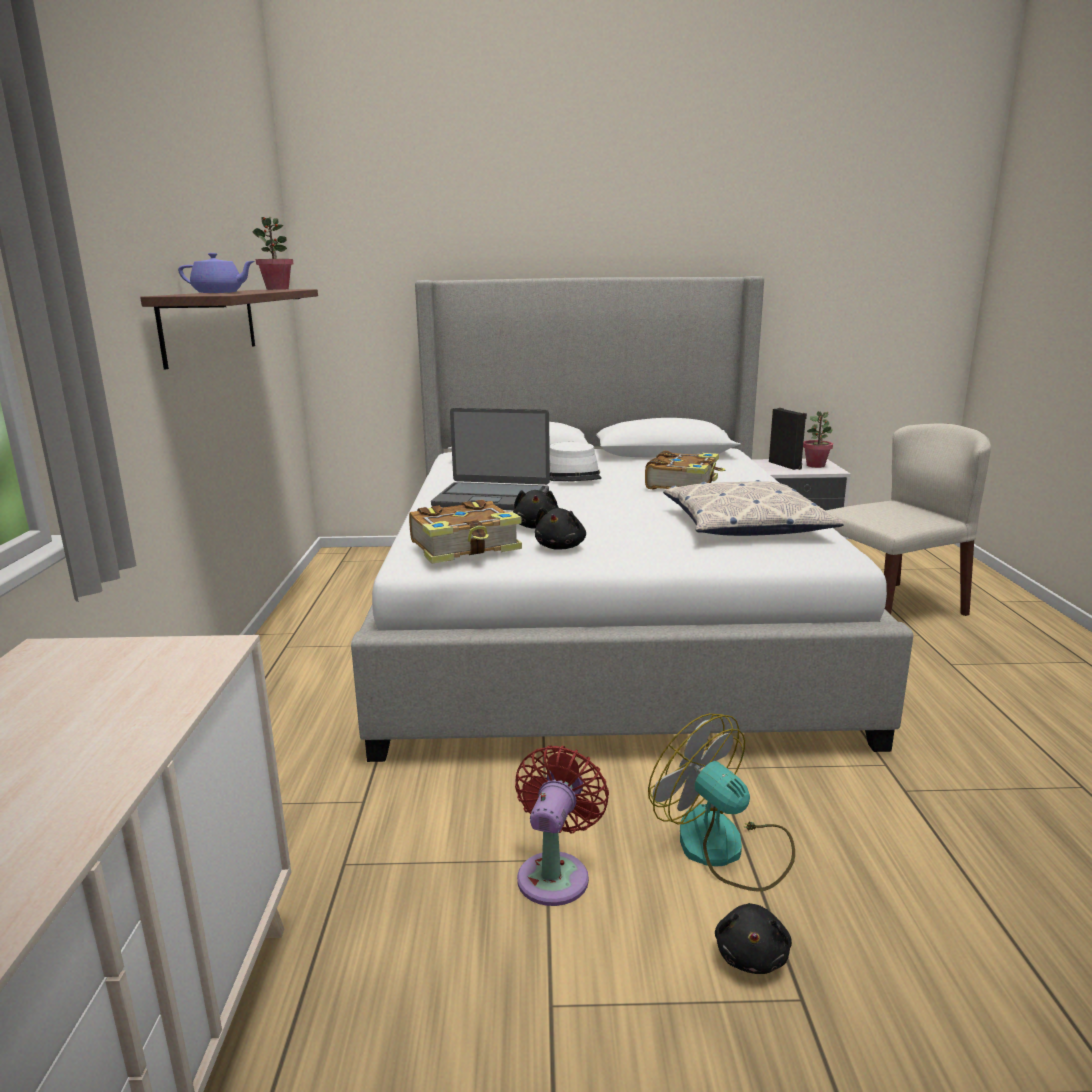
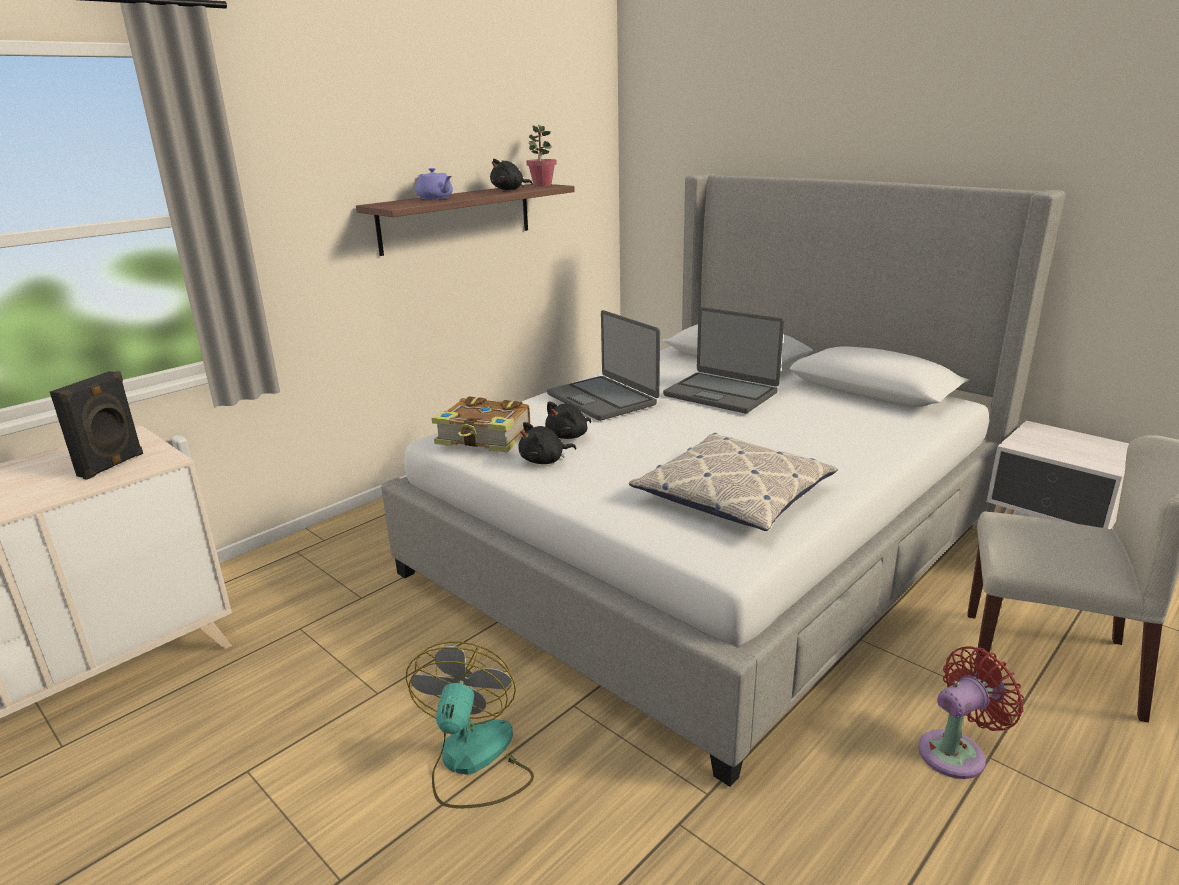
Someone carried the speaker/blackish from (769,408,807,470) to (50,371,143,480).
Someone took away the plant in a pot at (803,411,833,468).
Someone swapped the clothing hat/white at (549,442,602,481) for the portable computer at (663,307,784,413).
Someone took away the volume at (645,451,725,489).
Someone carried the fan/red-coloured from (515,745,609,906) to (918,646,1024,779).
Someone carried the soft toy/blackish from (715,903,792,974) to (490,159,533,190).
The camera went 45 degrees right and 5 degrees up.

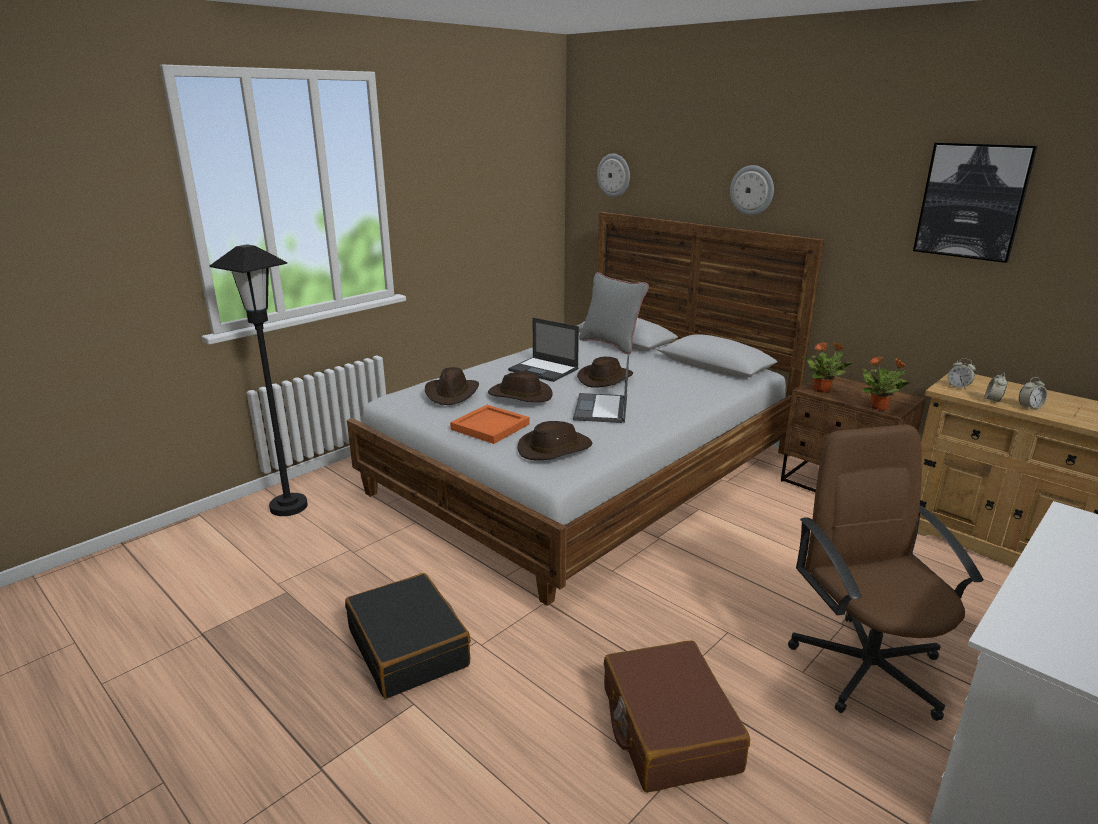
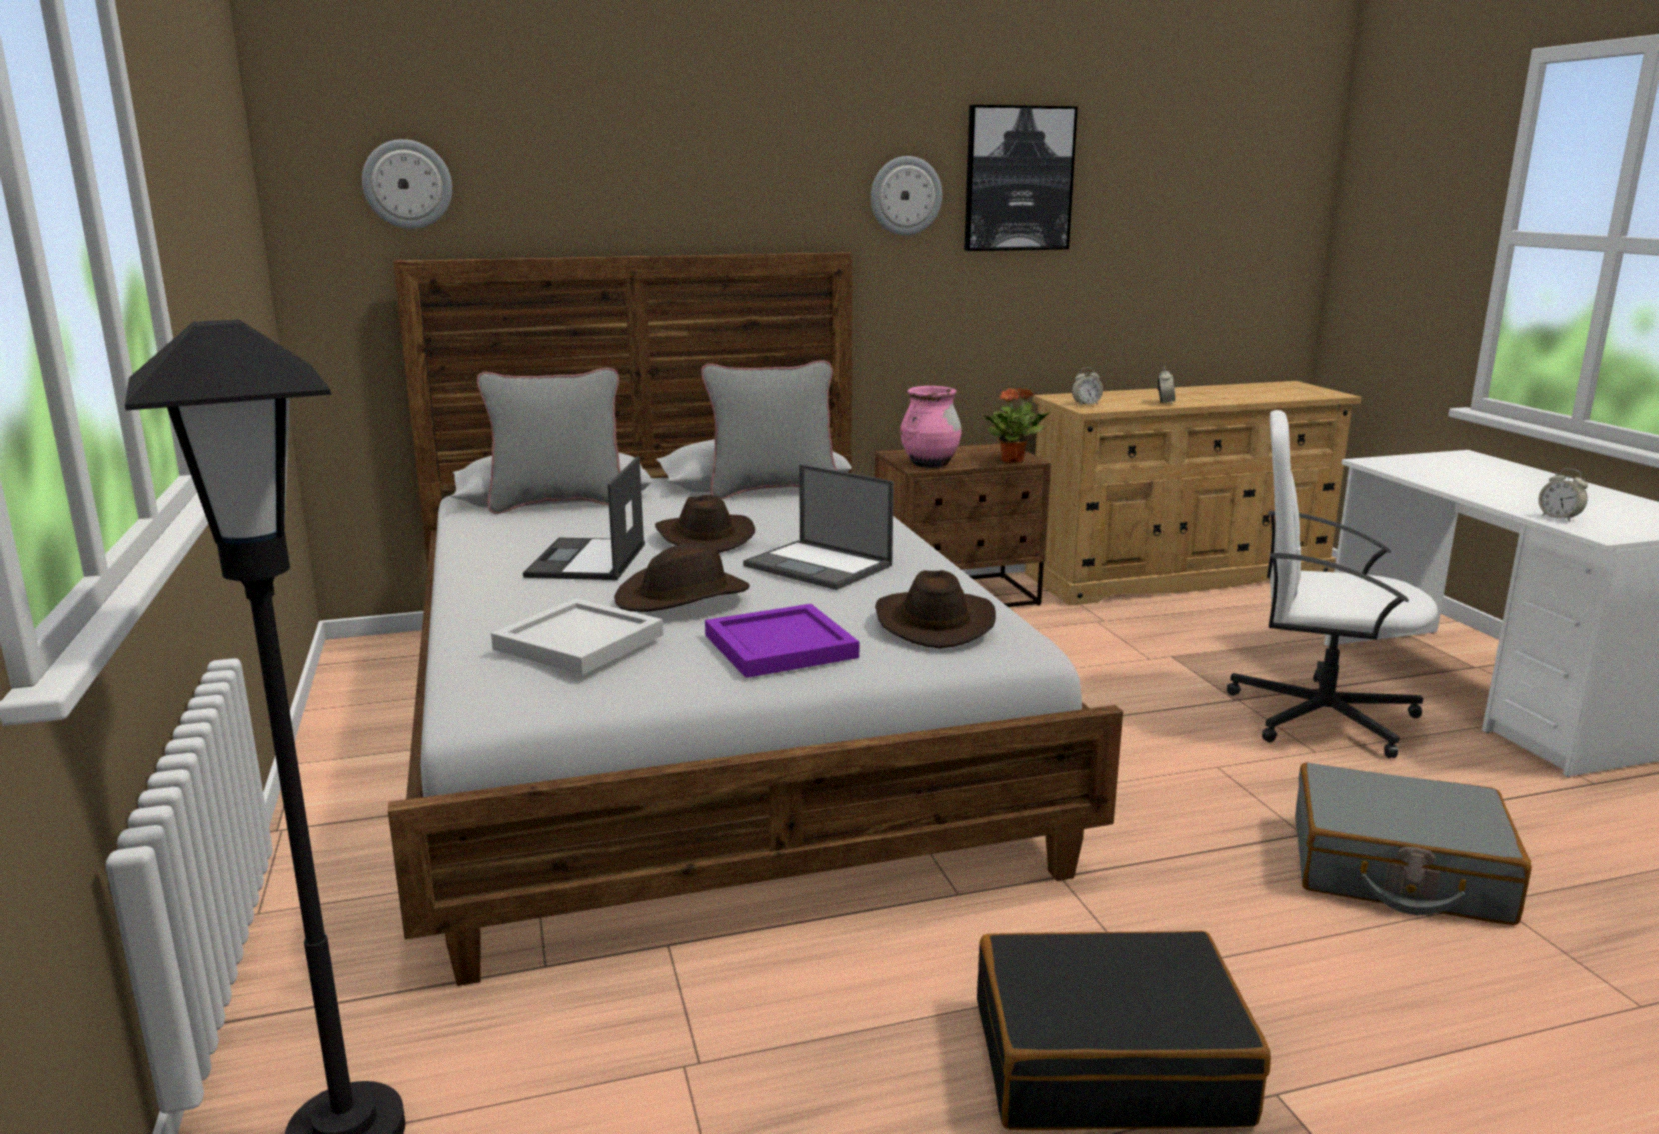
Someone carried the clock on the wall from (730,165,774,215) to (871,156,942,236).
Someone rotated the portable computer at (508,318,579,382) by 120 degrees clockwise.
Someone swapped the plant in a pot at (802,342,854,393) for the decorative vase/pinkish at (900,386,962,468).
Someone swapped the clothing hat/brown at (425,367,479,405) for the carrying tray/white at (491,598,663,675).
Someone carried the table clock from (985,372,1007,403) to (1538,468,1588,522).
Someone repainted the carrying tray/orange-coloured at (450,405,529,444), which became the carrying tray/purple at (705,604,859,678).
Someone repainted the computer chair/brown at (788,424,983,721), which became the computer chair/white at (1227,410,1438,758).
Someone repainted the piece of luggage/brown at (604,640,750,793), which became the piece of luggage/grey at (1295,762,1532,925).
Someone put down the pillow/grey at (701,360,837,499).
The camera went 60 degrees left and 5 degrees down.

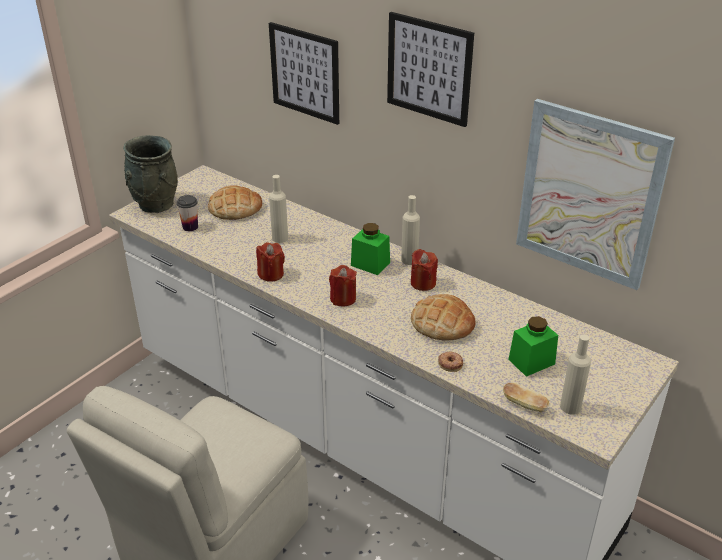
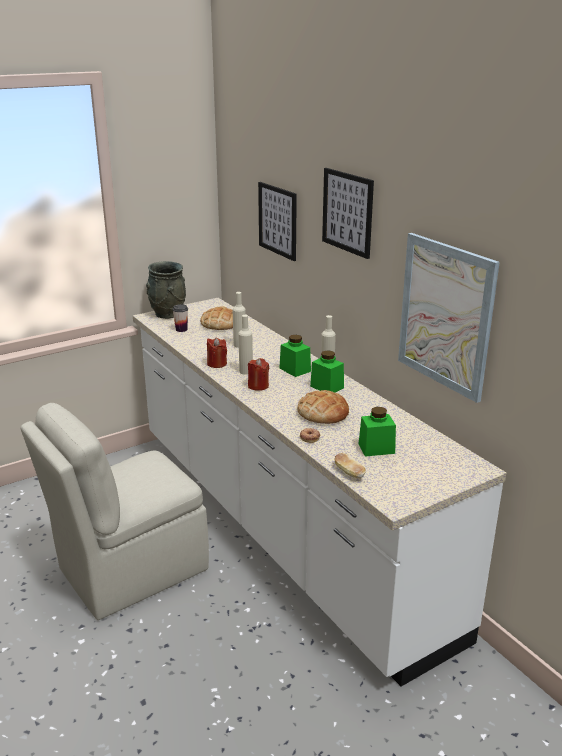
Someone swapped the candle/red-coloured at (411,249,438,291) for the preserve jar/green at (310,350,344,393).
Someone carried the bottle/beige-coloured from (560,334,591,415) to (238,315,253,375).
The camera went 20 degrees right and 10 degrees down.

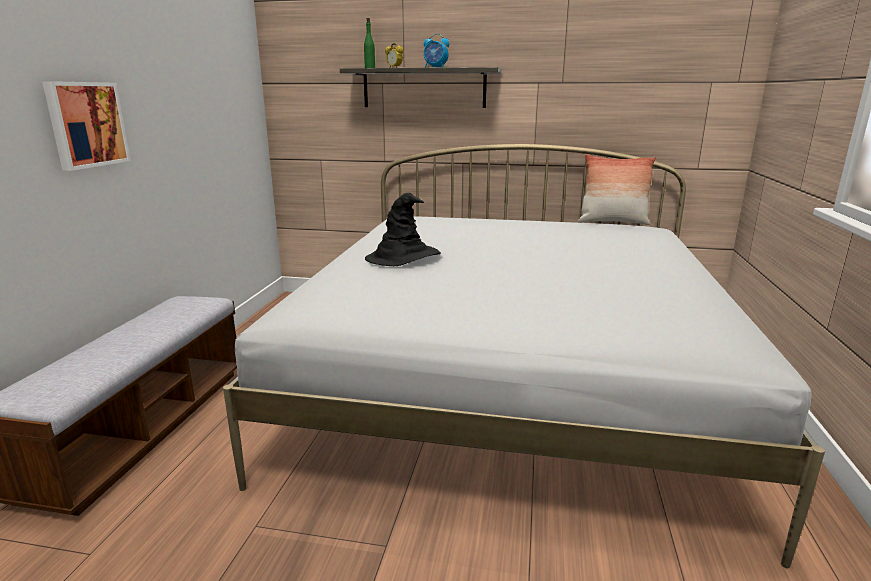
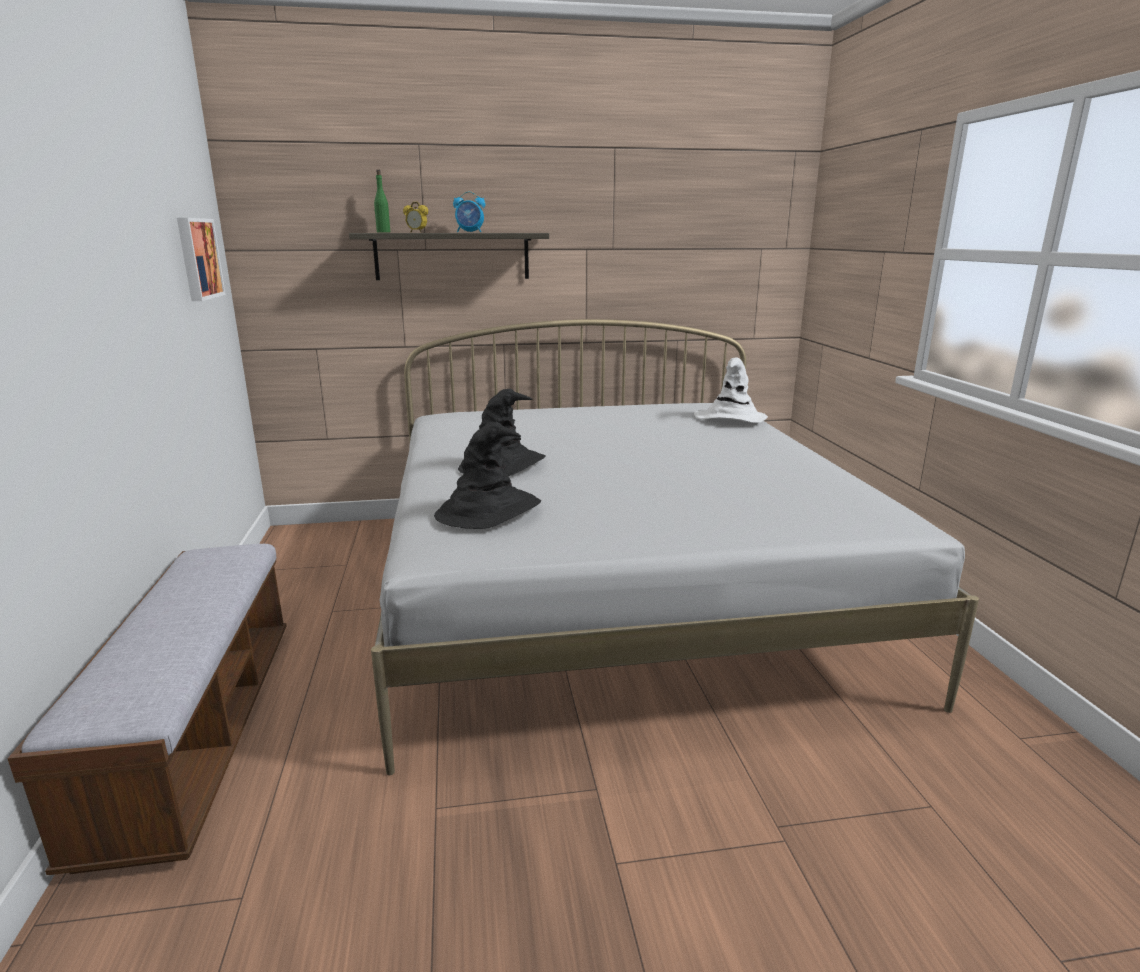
Someone carried the wall picture from (42,81,131,171) to (177,218,226,301).
Someone took away the pillow at (578,154,656,225).
Someone put down the clothing hat/white at (694,357,768,423).
Someone put down the clothing hat/blackish at (434,422,541,529).
The camera went 20 degrees left and 0 degrees up.

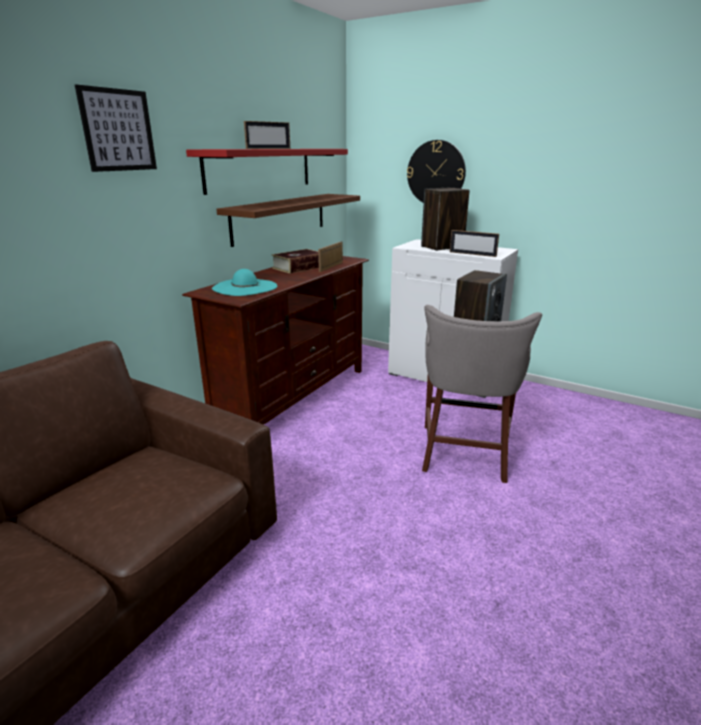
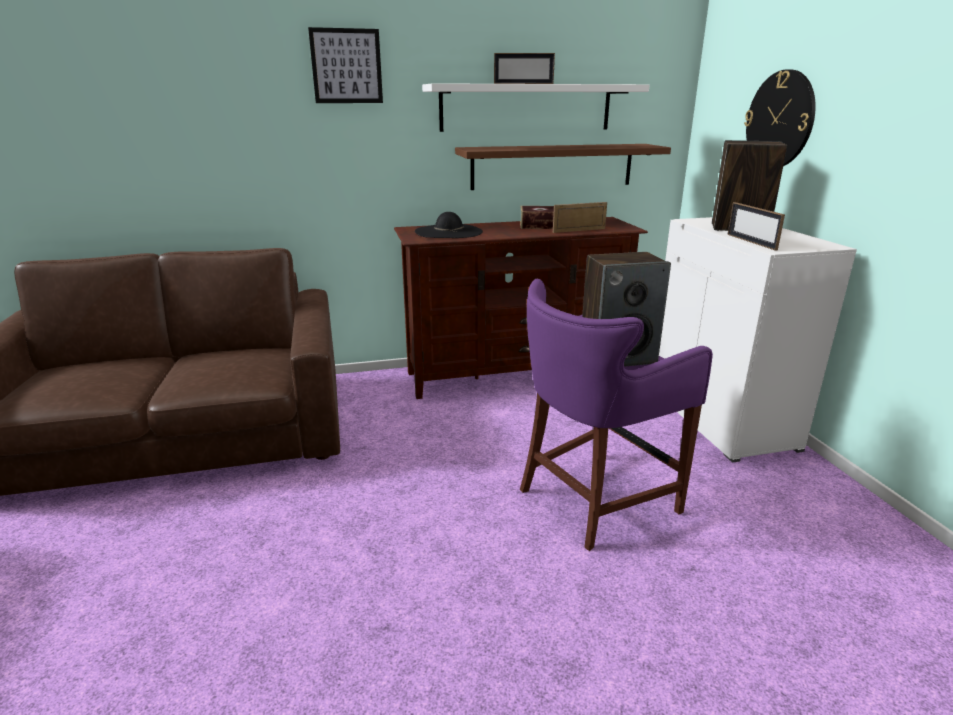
Someone repainted the wall shelf/red-coloured at (186,149,348,195), which became the wall shelf/white at (422,83,649,132).
Someone repainted the clothing hat/turquoise at (212,269,277,296), which became the clothing hat/blackish at (415,212,483,238).
Someone repainted the sitting stool/grey at (422,305,542,483), which became the sitting stool/purple at (520,279,713,551).
The camera went 45 degrees right and 0 degrees up.

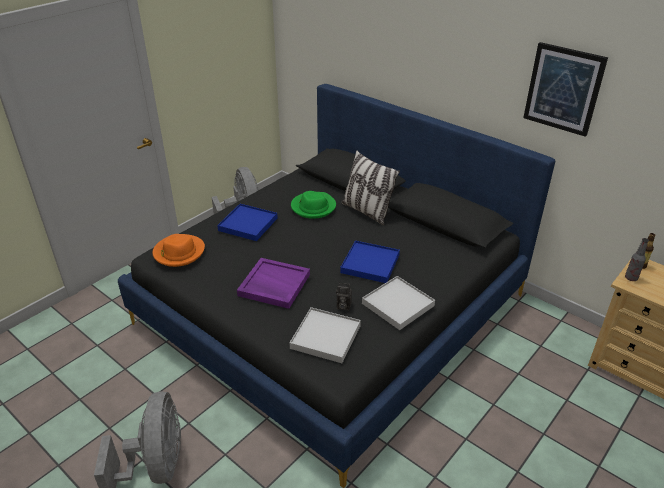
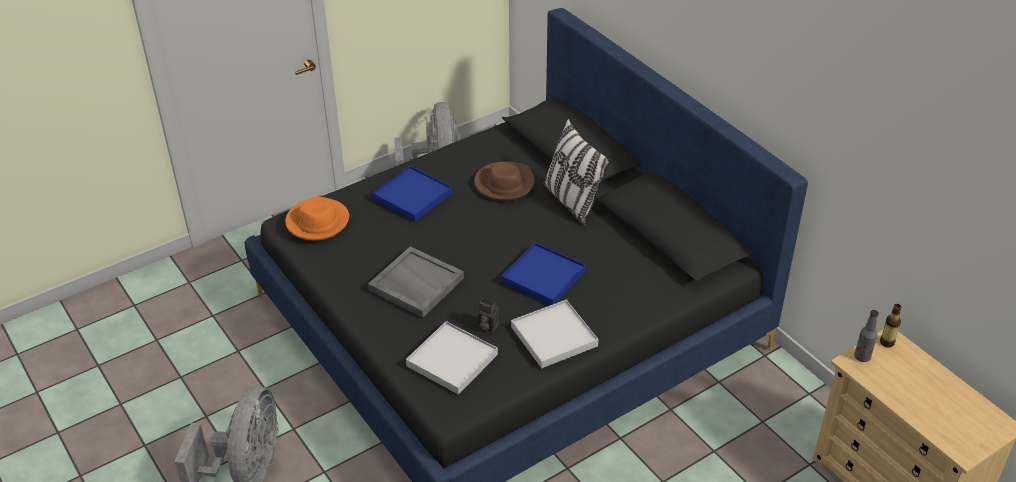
Someone took away the wall picture at (523,42,608,137).
Someone repainted the clothing hat/green at (291,191,336,219), which became the clothing hat/brown at (474,161,535,201).
Someone repainted the carrying tray/purple at (237,258,310,309), which became the carrying tray/grey at (368,246,464,318).
The camera went 15 degrees right and 5 degrees up.

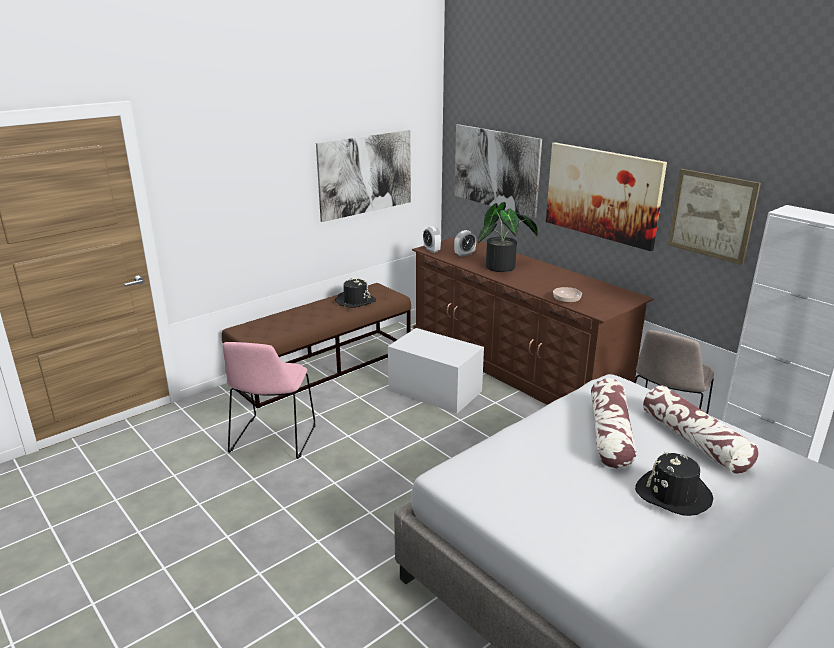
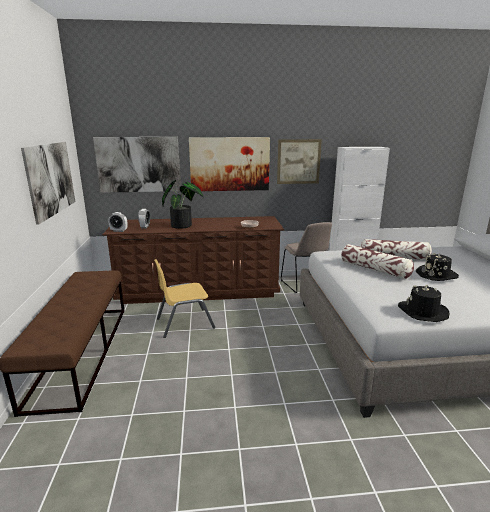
Someone carried the clothing hat/blackish from (335,278,376,308) to (398,285,449,322).
Someone swapped the storage container/white at (388,328,484,414) for the plain chair/yellowish at (154,259,215,338).
Someone took away the plain chair/pinkish at (223,342,316,459).
The camera went 55 degrees left and 5 degrees down.

